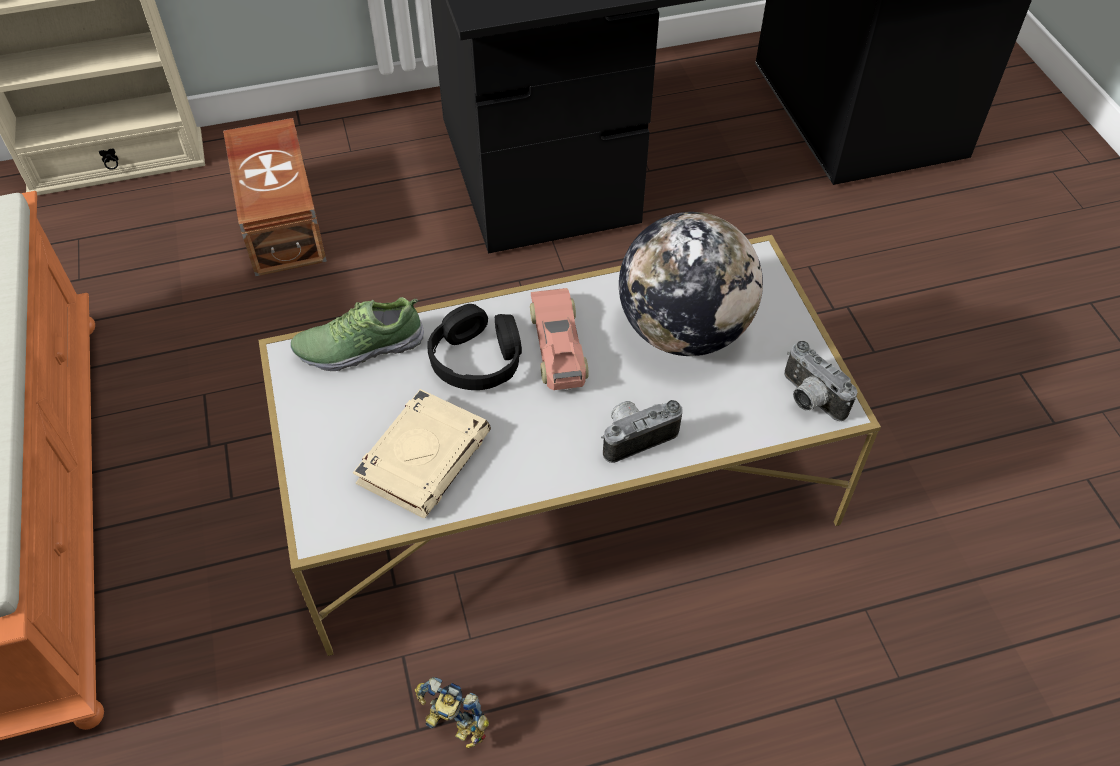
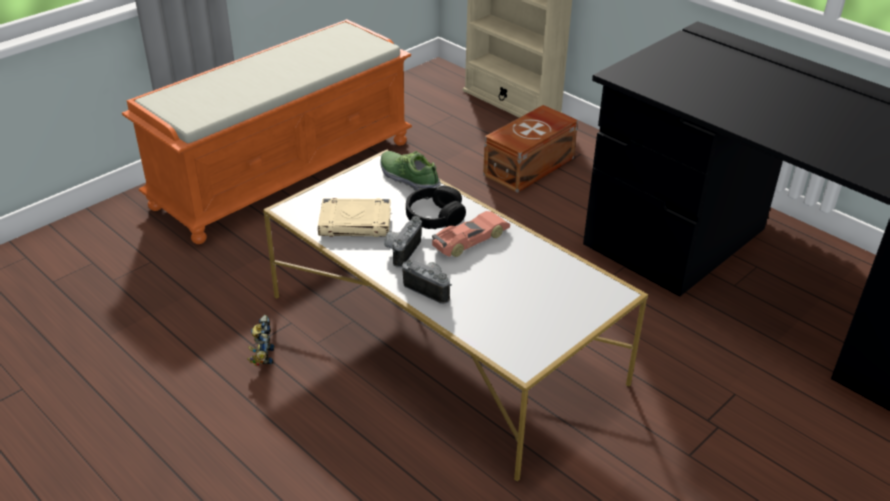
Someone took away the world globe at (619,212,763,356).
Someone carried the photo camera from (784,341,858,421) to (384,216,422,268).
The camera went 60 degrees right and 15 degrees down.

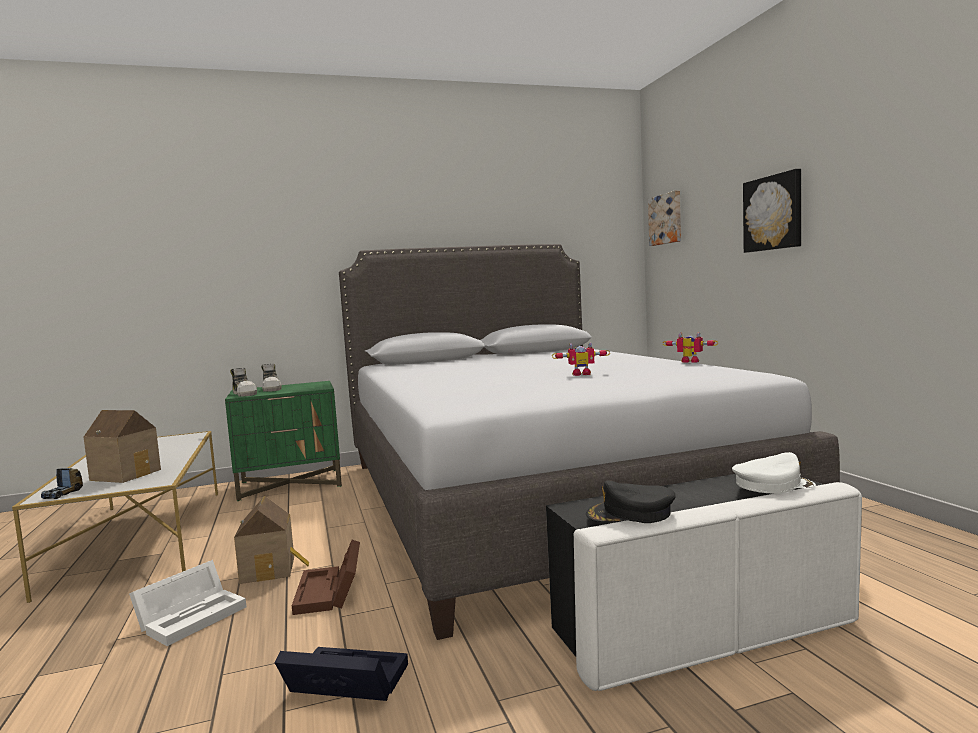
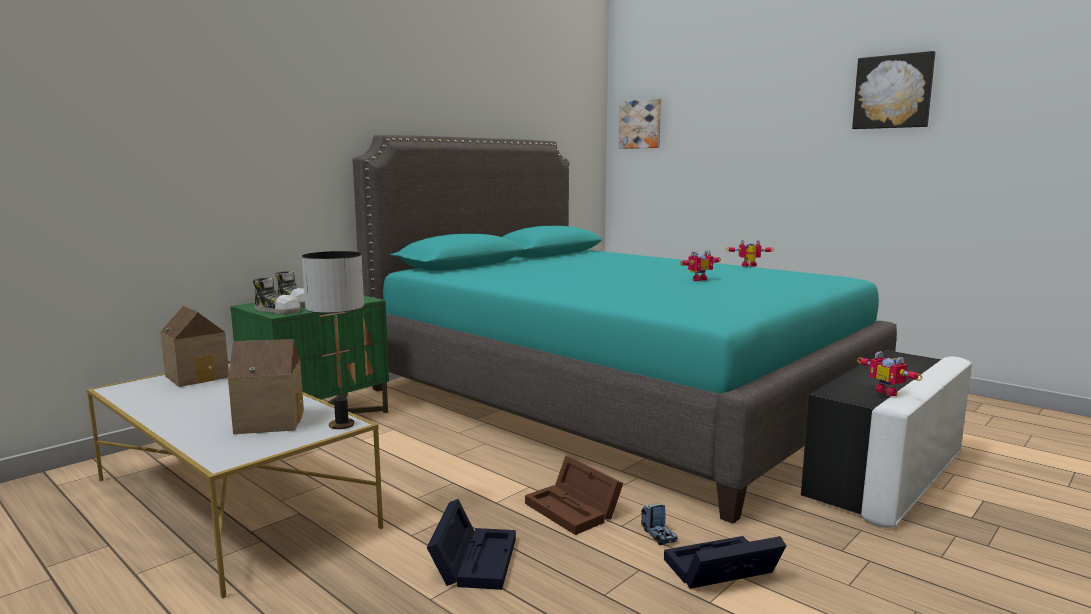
Someone carried the wall picture from (743,169,801,253) to (852,51,935,129).
Someone repainted the sleeping bed/grey at (339,244,840,640), which became the sleeping bed/turquoise at (353,135,897,524).
Someone took away the baseball cap/white at (732,452,816,494).
Someone carried the toy truck from (41,468,83,499) to (641,503,678,545).
Someone swapped the baseball cap/blackish at (586,480,676,523) for the model robot at (857,351,922,396).
Someone carried the miniature house from (234,496,309,584) to (160,305,230,387).
Someone repainted the storage container/white at (129,560,247,646), which became the storage container/blackish at (427,499,516,590).
Someone put down the table lamp at (302,251,364,429).
The camera went 30 degrees left and 5 degrees up.

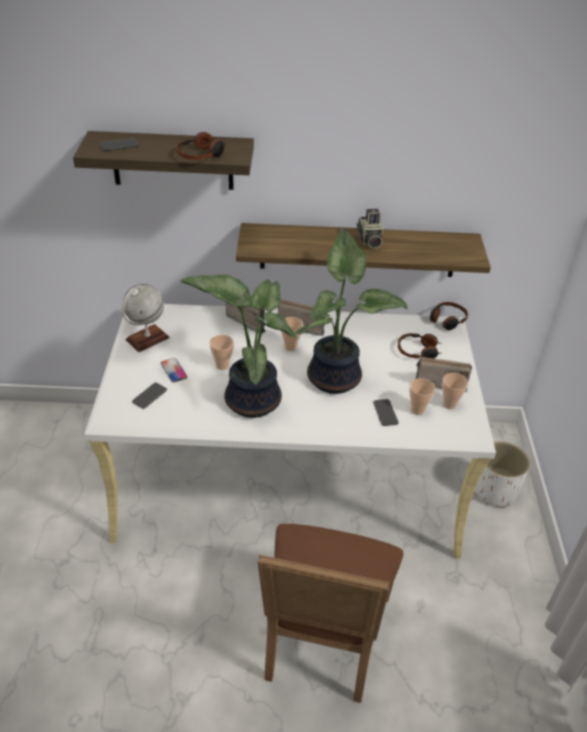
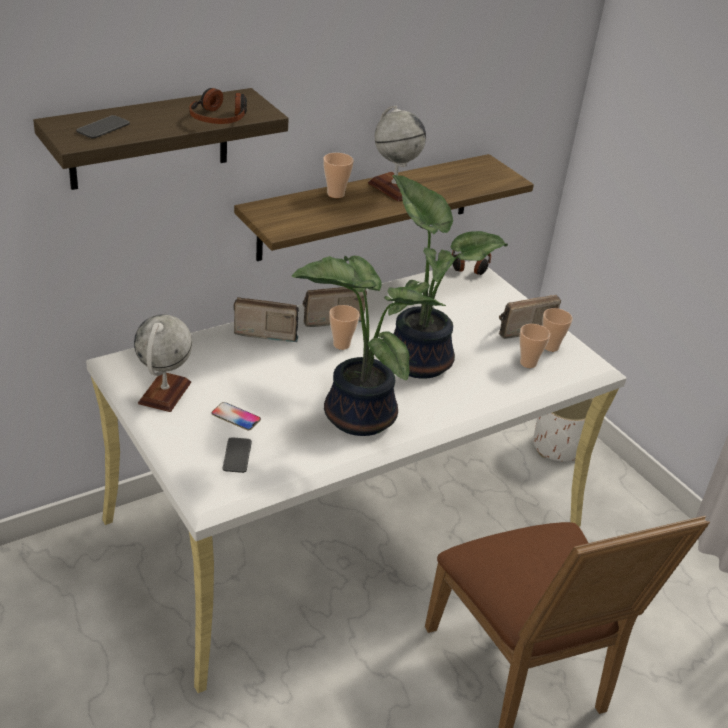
Someone swapped the photo camera at (357,209,383,249) for the world globe at (368,105,426,202).
Someone took away the headset at (398,333,441,359).
Someone carried the small cup from (210,335,234,370) to (323,153,354,198).
Someone took away the telephone at (373,399,399,426).
The camera went 35 degrees left and 5 degrees down.

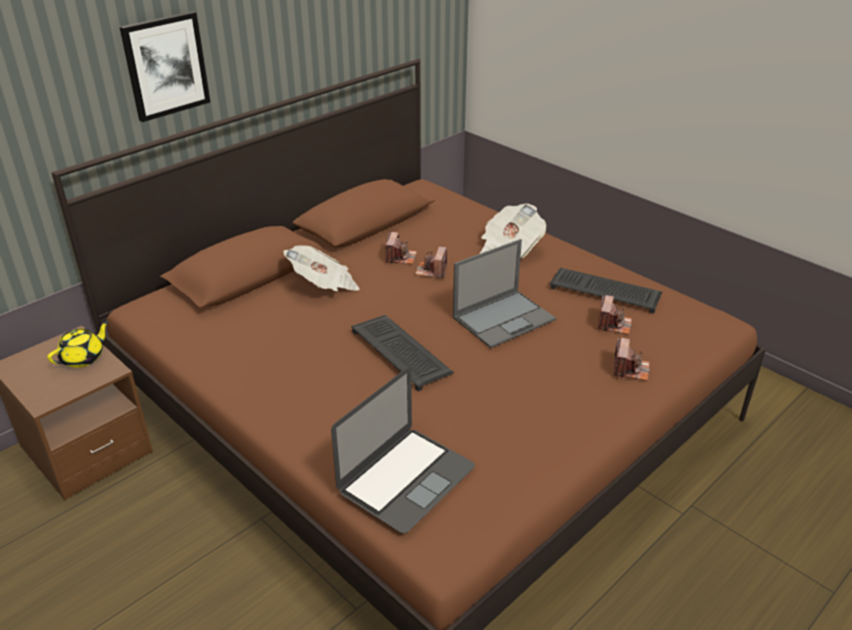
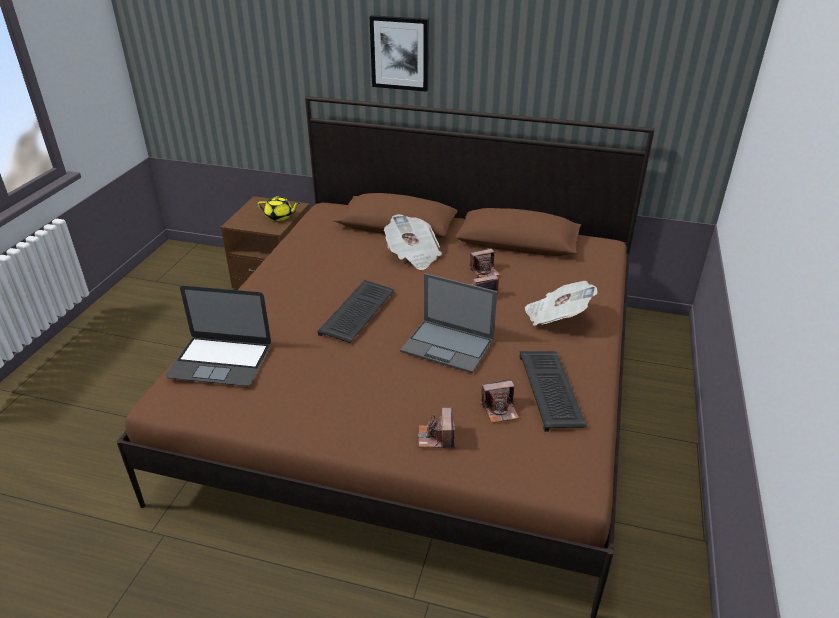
Someone rotated the photo camera at (614,338,650,381) by 105 degrees clockwise.
The camera went 60 degrees right and 0 degrees up.

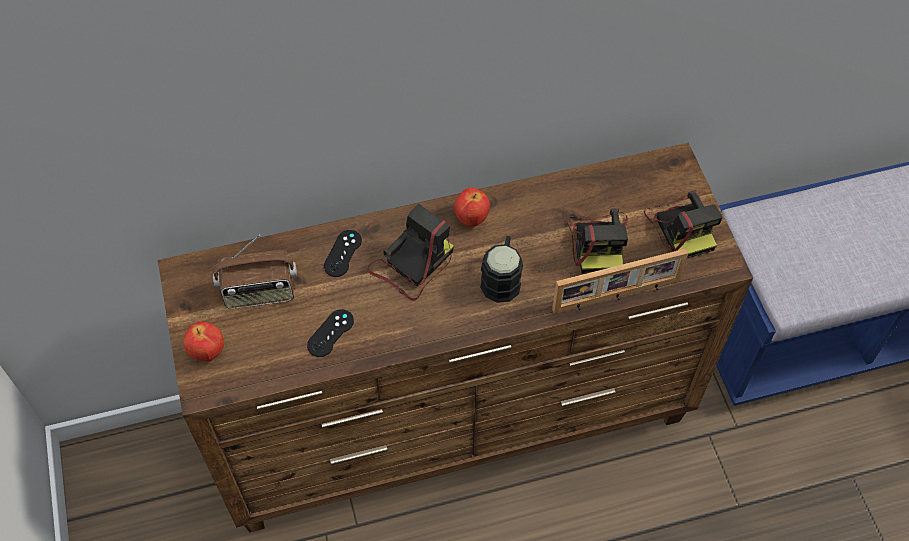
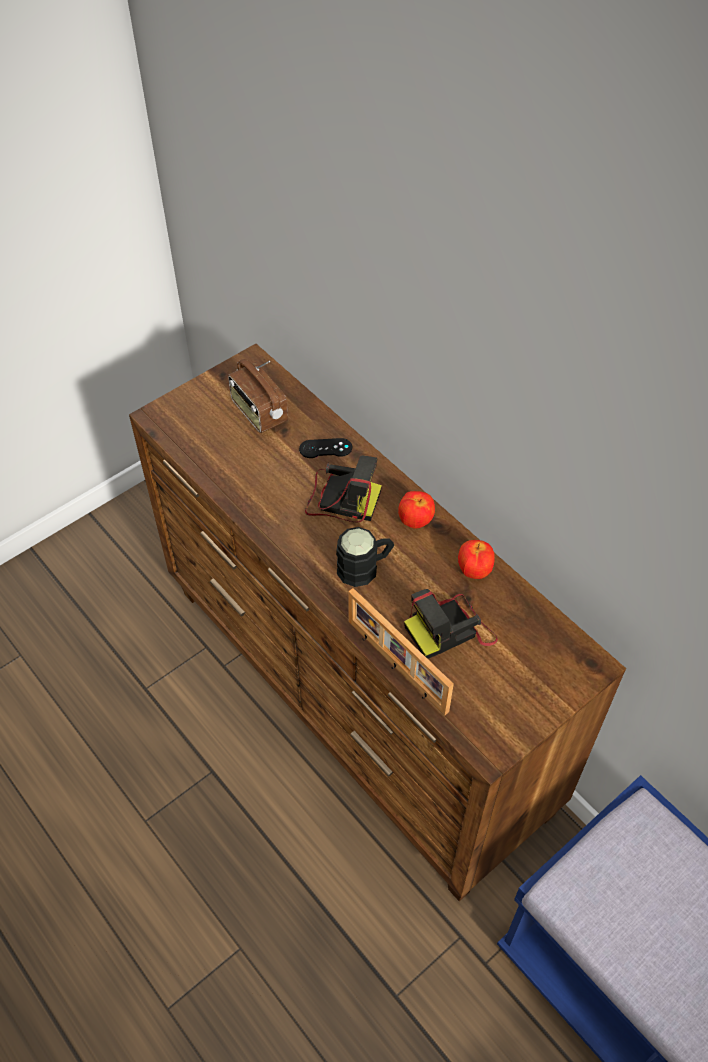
Someone took away the photo camera at (644,190,723,258).
Someone took away the joypad/blackish at (307,309,354,357).
Someone carried the whole apple from (183,321,224,361) to (458,540,495,579).
The camera went 65 degrees right and 5 degrees down.

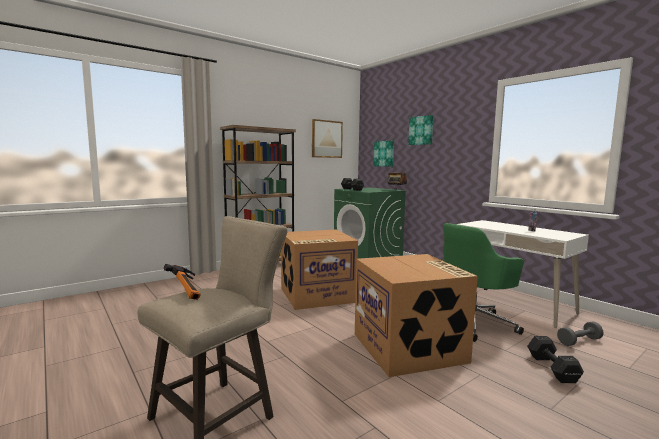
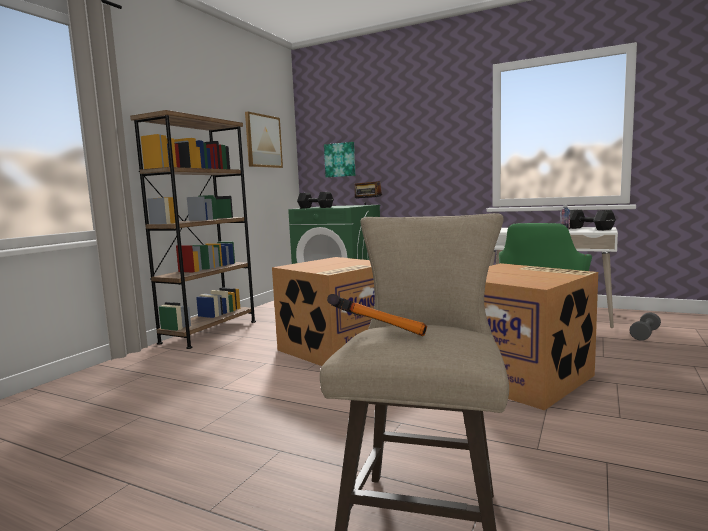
Someone took away the wall picture at (408,115,434,145).
Someone carried the free weight/blackish from (527,336,584,383) to (570,210,616,230).
The camera went 25 degrees left and 0 degrees up.

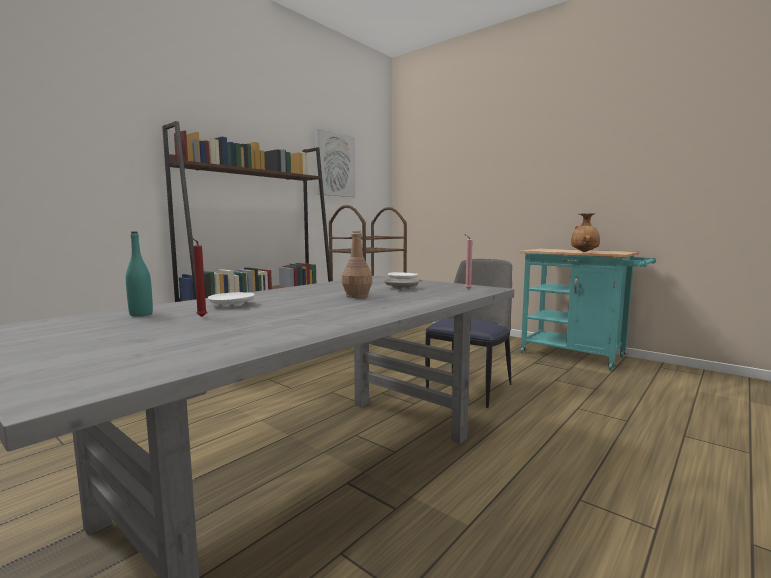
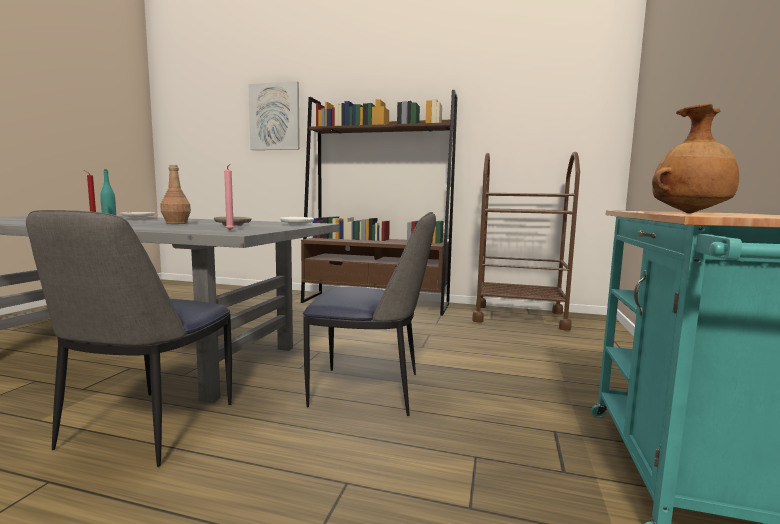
Someone carried the wall picture from (315,129,356,197) to (249,81,300,150).
Someone put down the plain chair at (26,210,232,467).
The camera went 65 degrees right and 0 degrees up.

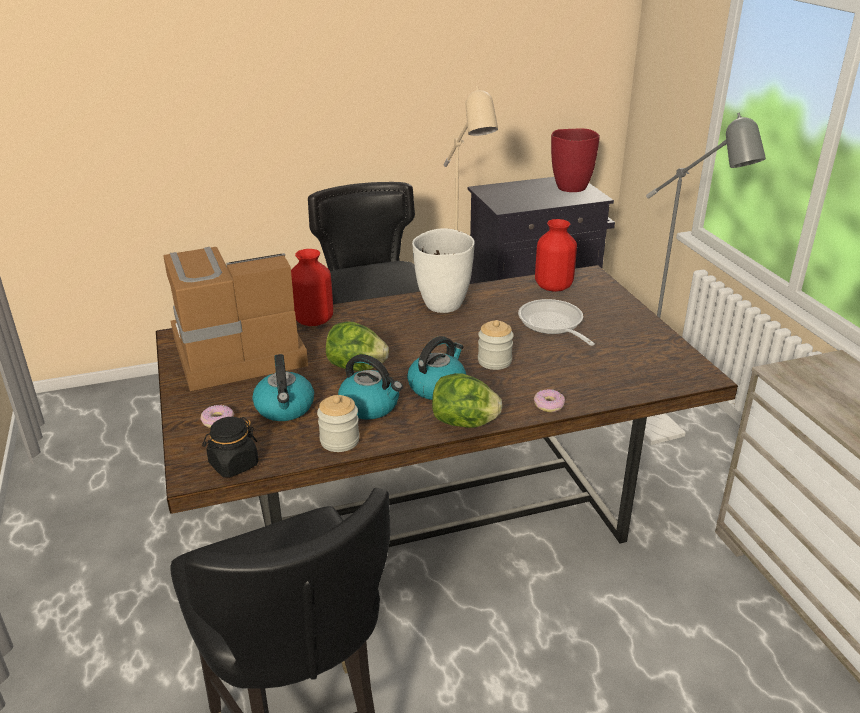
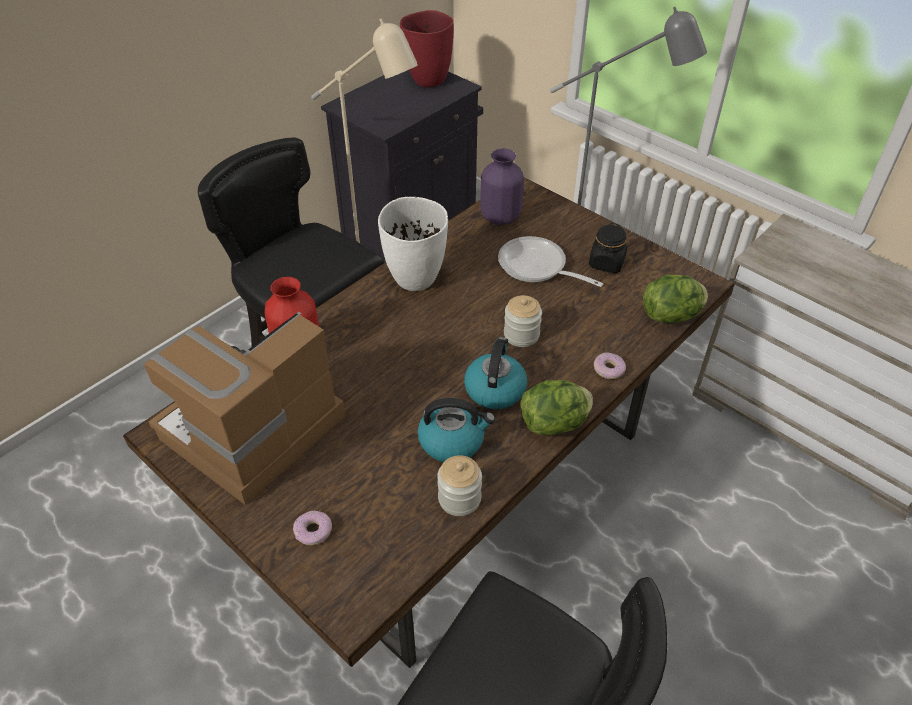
Someone repainted the decorative vase/red-coloured at (535,219,577,292), which became the decorative vase/purple at (480,148,524,225).
Someone carried the head of lettuce from (326,321,389,371) to (643,274,708,323).
Someone took away the water kettle at (252,354,314,421).
Someone carried the preserve jar/blackish from (202,417,259,478) to (589,223,627,273).
The camera went 30 degrees left and 15 degrees up.

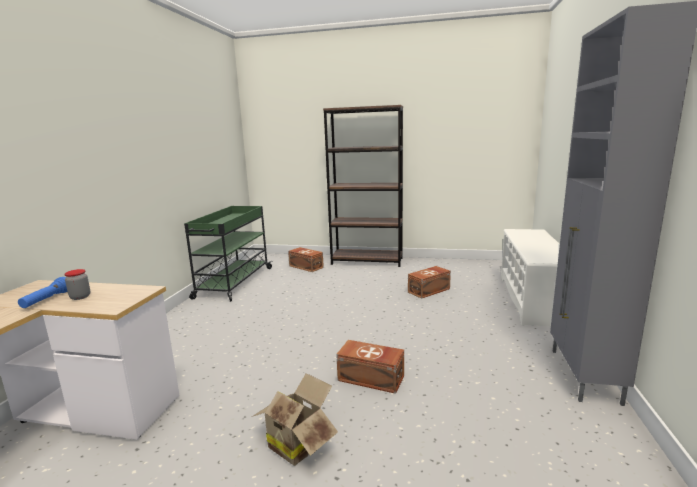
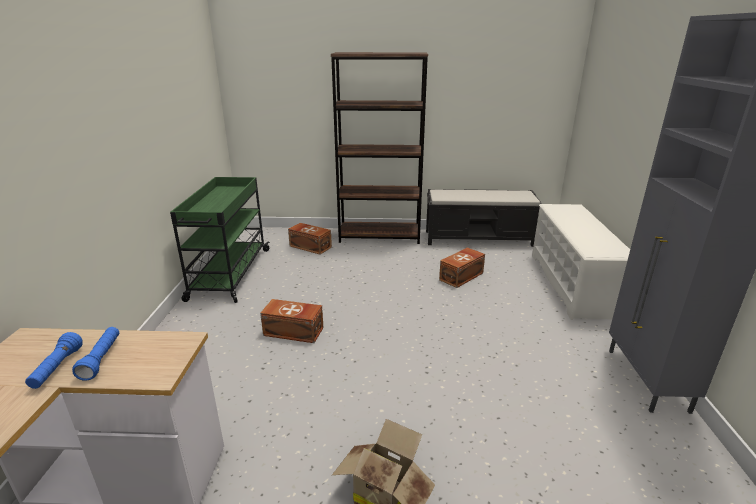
Someone swapped the preserve jar at (64,269,90,300) for the torch/bluish at (72,327,119,381).
Someone carried the storage container/brown from (336,340,404,394) to (260,299,323,343).
Someone put down the indoor bench/blackish at (426,189,541,247).
The camera went 10 degrees left and 10 degrees up.

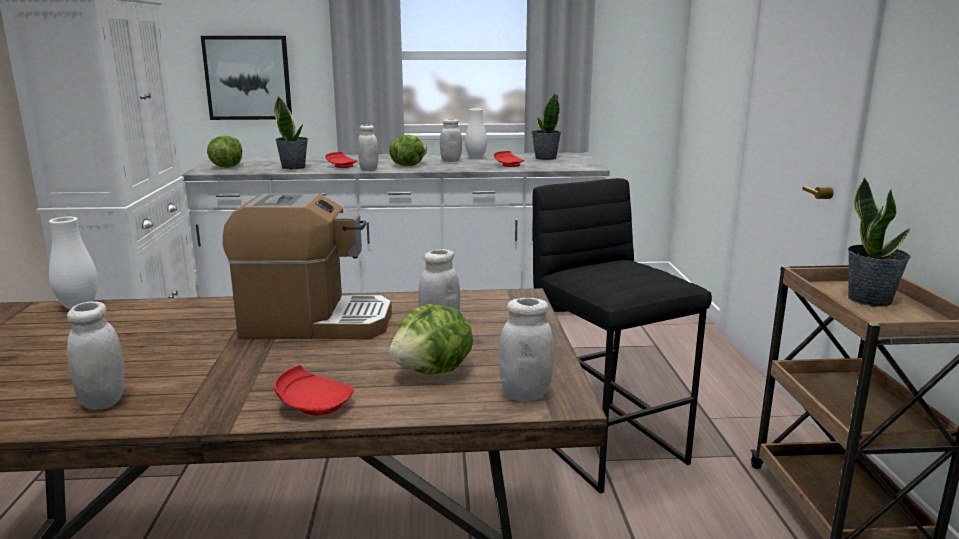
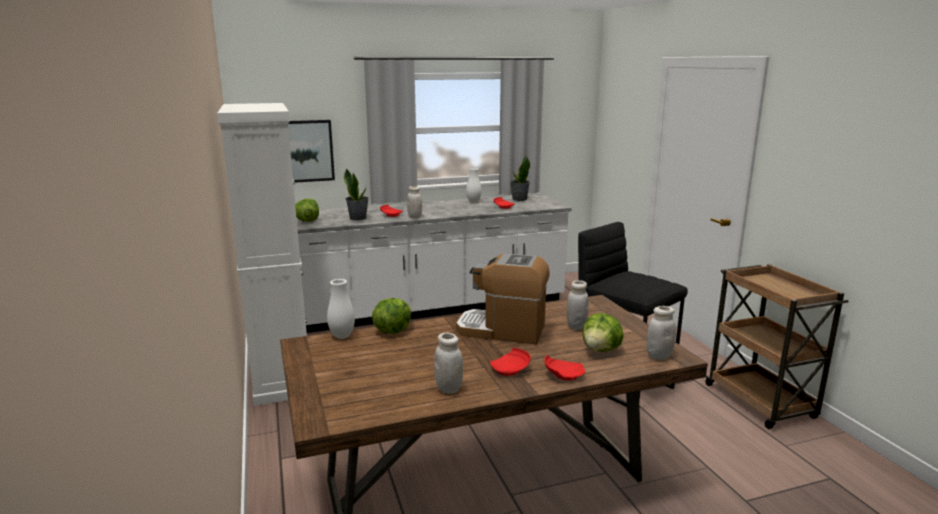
Someone took away the preserve jar/white at (440,119,462,162).
Someone carried the head of lettuce from (389,135,427,166) to (372,298,412,334).
Someone took away the plant in a pot at (848,177,911,307).
Someone rotated the coffee brewer at (223,194,392,339) by 150 degrees counterclockwise.
Someone put down the plate/red-coloured at (490,348,531,376).
The camera went 15 degrees left and 0 degrees up.

